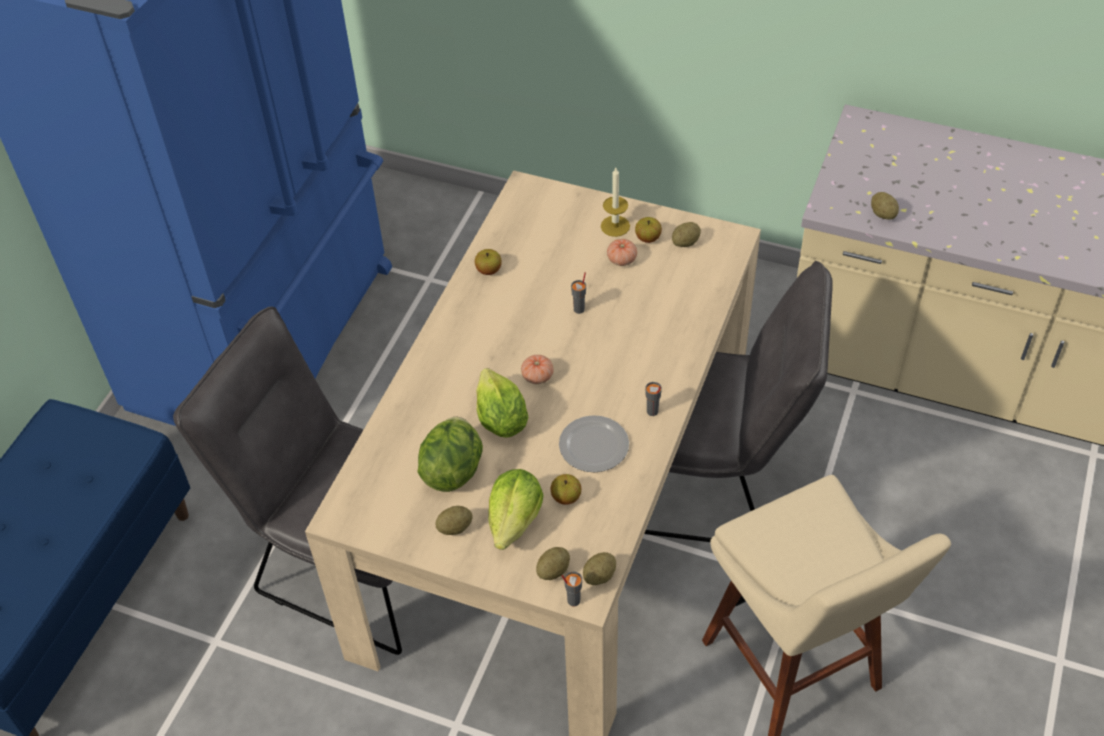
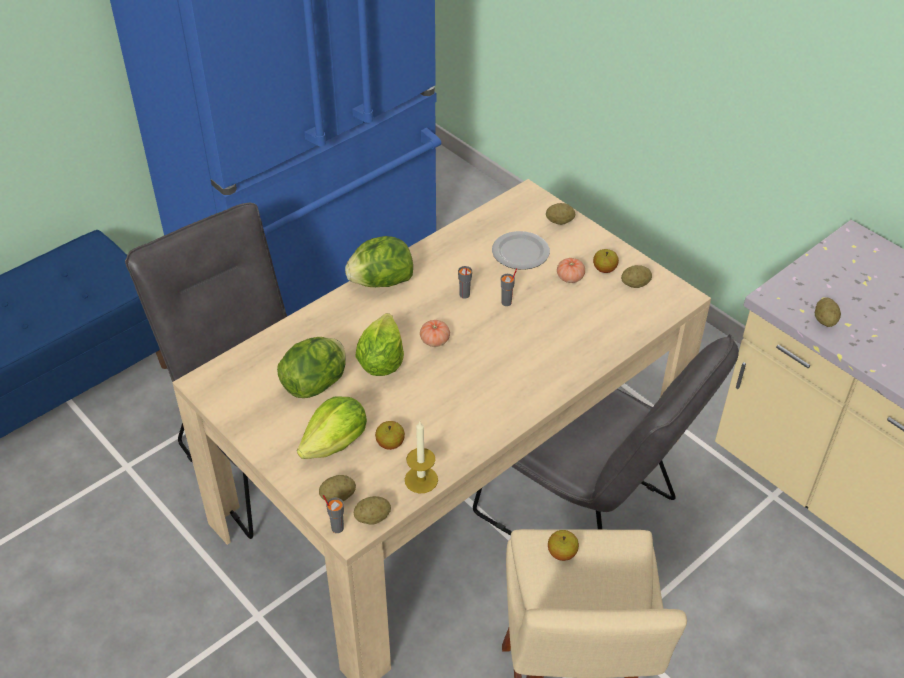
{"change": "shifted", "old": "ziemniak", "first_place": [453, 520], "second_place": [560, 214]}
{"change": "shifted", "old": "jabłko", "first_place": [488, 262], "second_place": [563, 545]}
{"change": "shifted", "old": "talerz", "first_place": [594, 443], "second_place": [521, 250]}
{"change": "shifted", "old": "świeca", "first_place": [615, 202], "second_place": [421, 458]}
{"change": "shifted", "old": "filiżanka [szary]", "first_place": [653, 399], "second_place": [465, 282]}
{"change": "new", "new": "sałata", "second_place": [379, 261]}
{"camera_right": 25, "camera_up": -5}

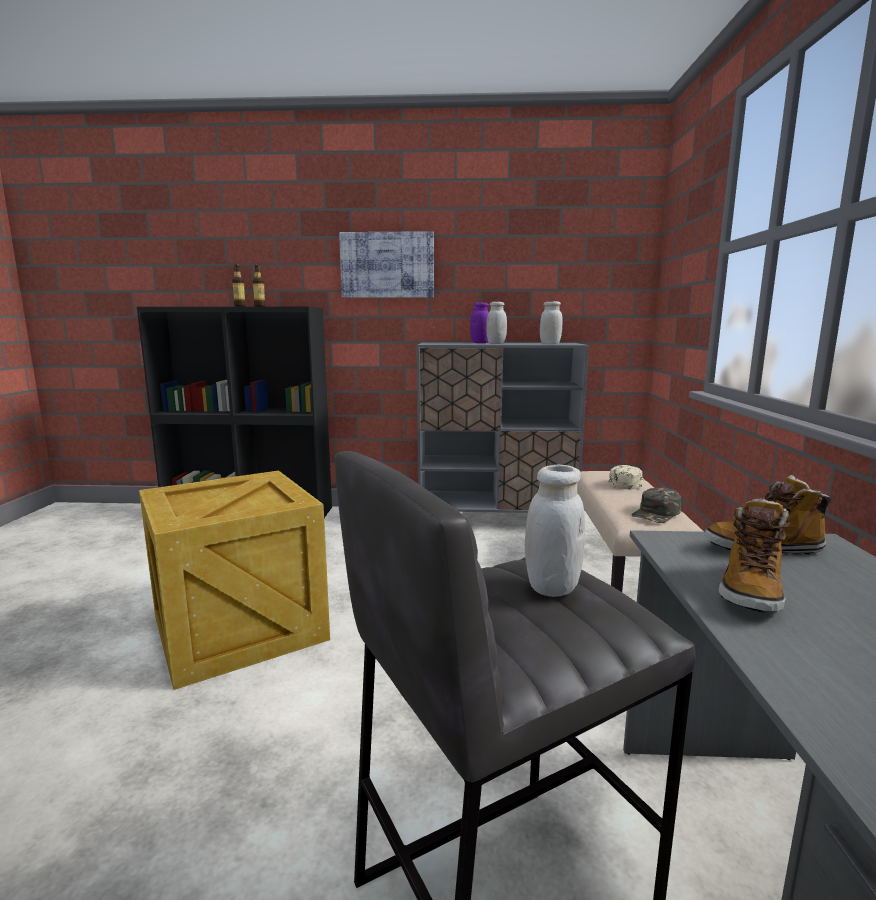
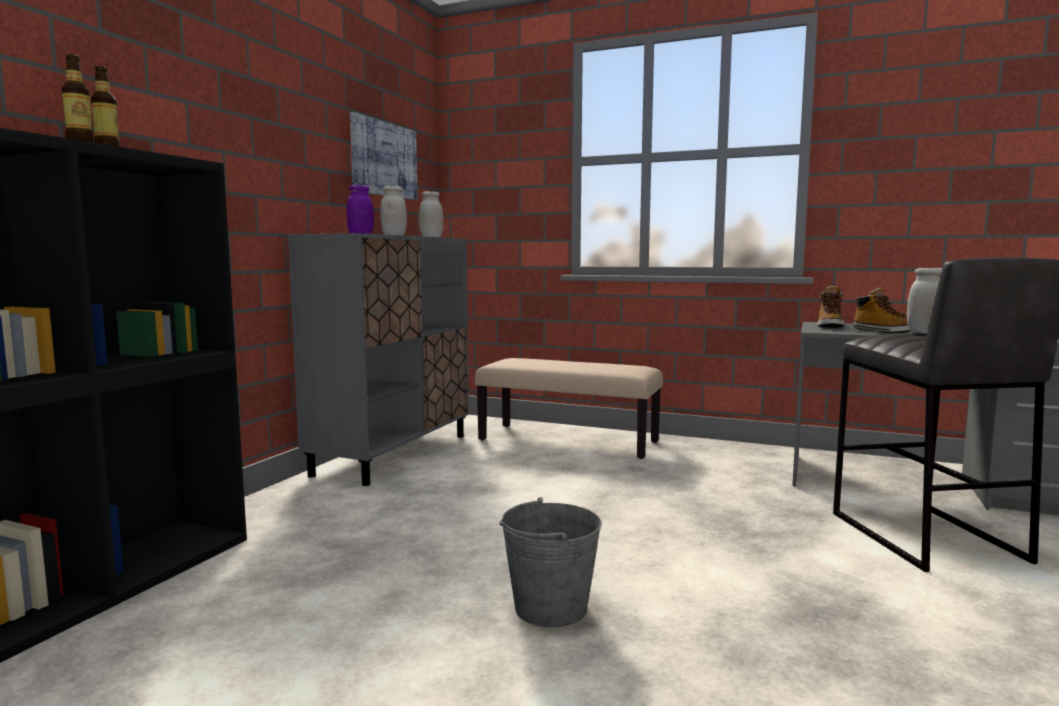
{"change": "swapped", "old": "skrzynka", "new": "wiadro [szary]", "first_place": [234, 580], "second_place": [551, 562]}
{"change": "shifted", "old": "obraz", "first_place": [386, 264], "second_place": [384, 156]}
{"change": "gone", "old": "czapka z daszkiem [beżowy]", "first_place": [626, 477]}
{"change": "gone", "old": "czapka z daszkiem [zielony]", "first_place": [656, 505]}
{"camera_right": -70, "camera_up": -5}

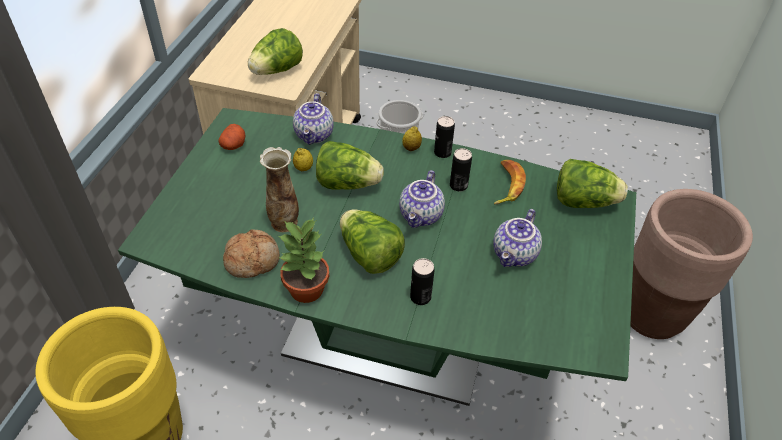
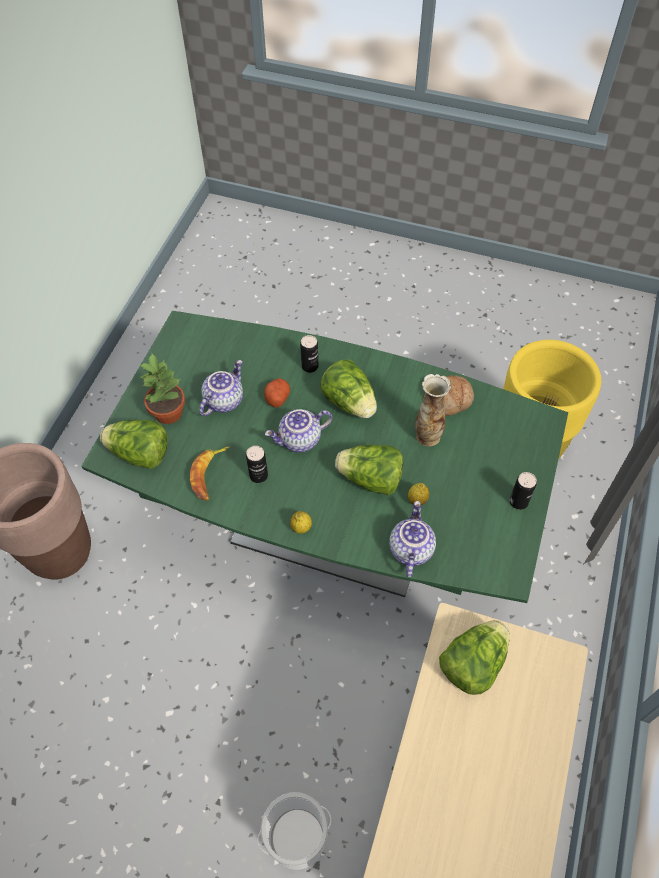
{"change": "shifted", "old": "ziemniak", "first_place": [232, 137], "second_place": [277, 392]}
{"change": "shifted", "old": "roślina doniczkowa", "first_place": [303, 260], "second_place": [162, 389]}
{"change": "rotated", "old": "imbryk", "first_place": [422, 199], "second_place": [299, 431], "degrees": -135}
{"change": "shifted", "old": "puszka", "first_place": [444, 137], "second_place": [523, 491]}
{"camera_right": -175, "camera_up": 10}

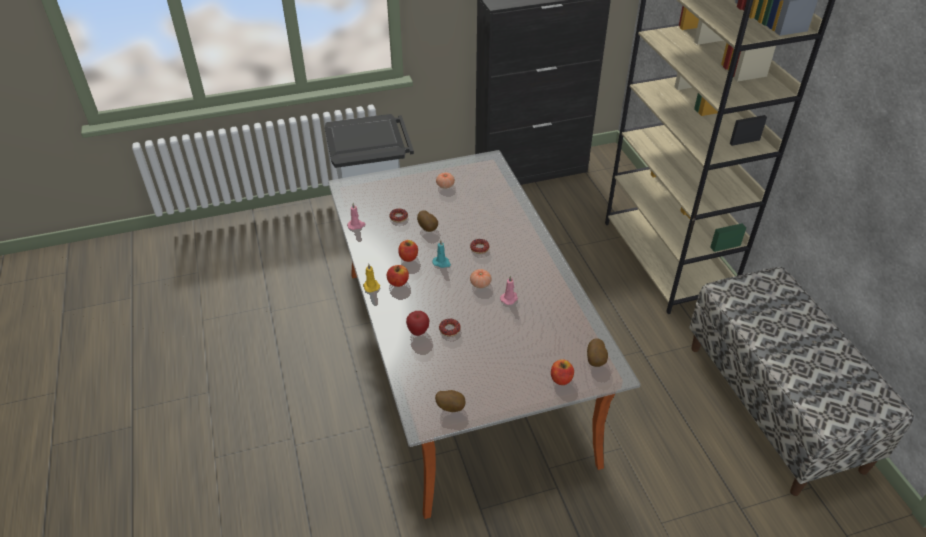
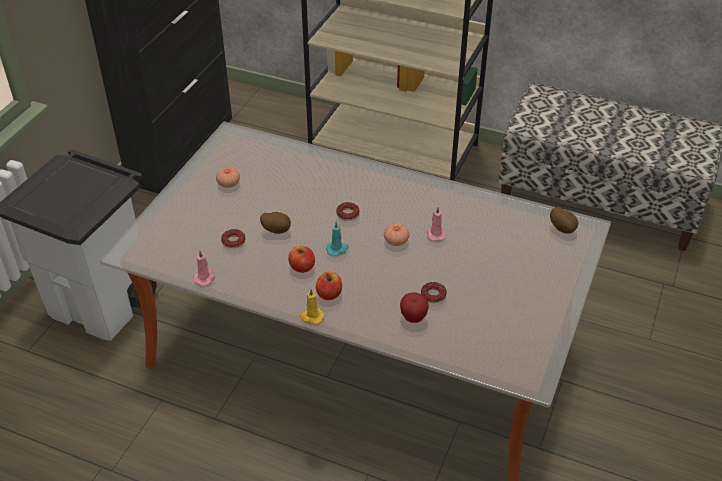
{"change": "gone", "old": "ziemniak", "first_place": [450, 401]}
{"change": "gone", "old": "jabłko", "first_place": [562, 372]}
{"camera_right": -50, "camera_up": 0}

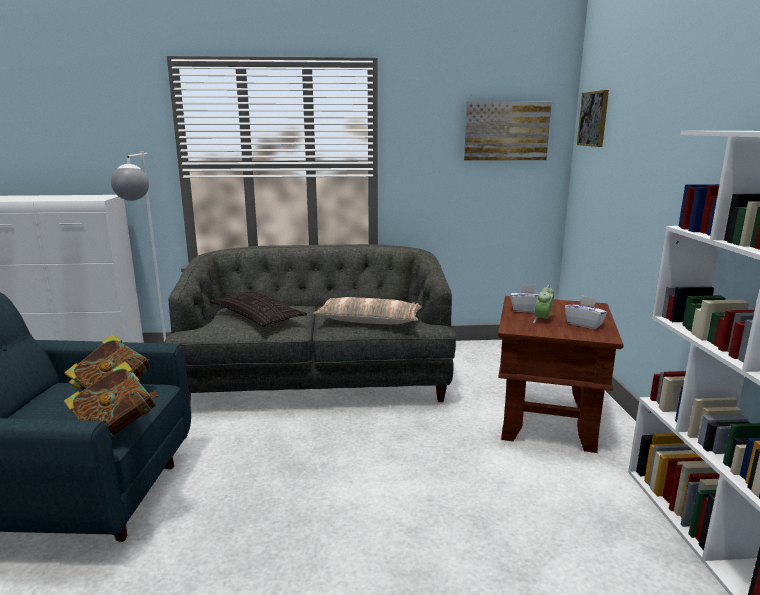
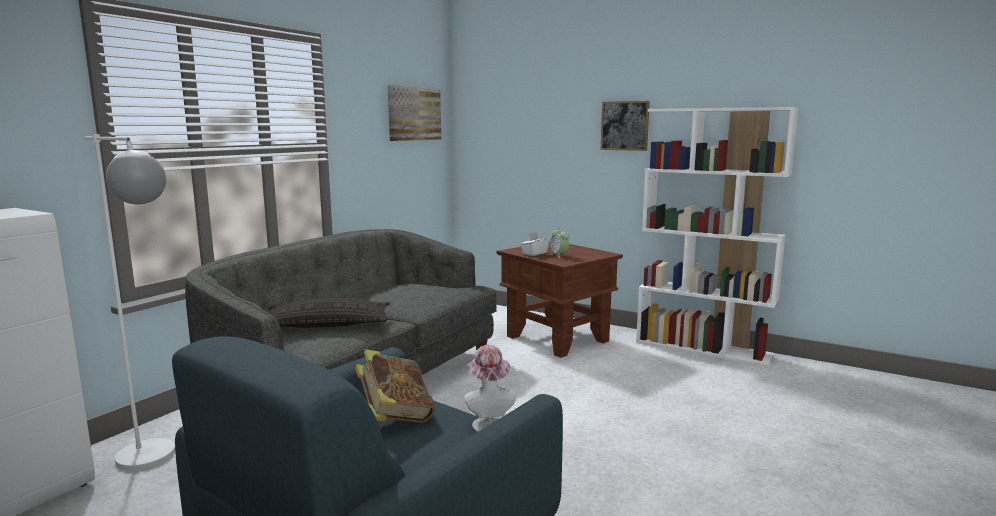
{"change": "swapped", "old": "książka", "new": "kapelusz", "first_place": [111, 400], "second_place": [490, 388]}
{"change": "gone", "old": "poduszka", "first_place": [367, 310]}
{"change": "gone", "old": "pudełko chusteczek [biały]", "first_place": [586, 312]}
{"change": "shifted", "old": "obraz", "first_place": [593, 118], "second_place": [625, 126]}
{"camera_right": -55, "camera_up": -5}

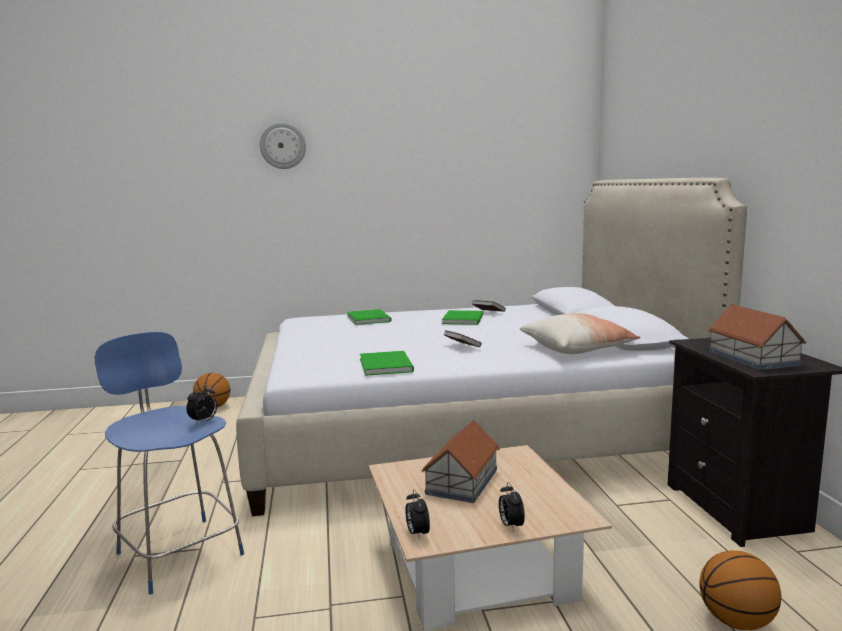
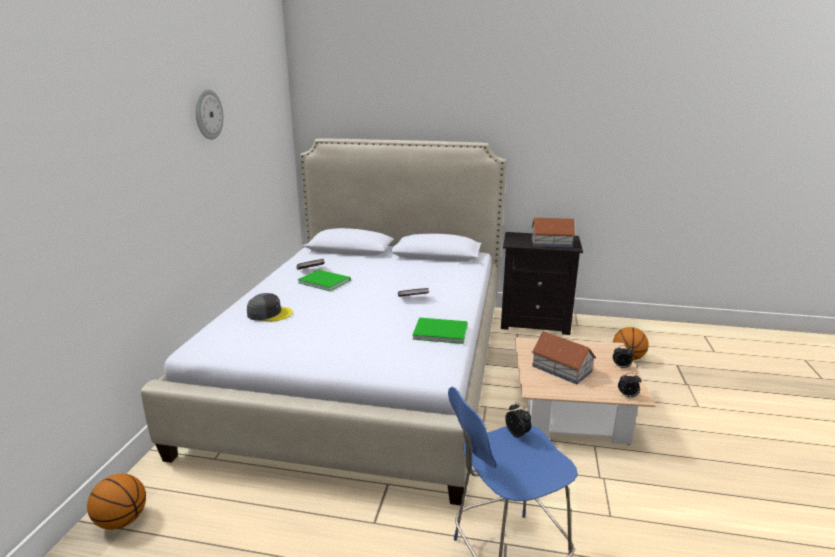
{"change": "shifted", "old": "zegar ścienny", "first_place": [283, 145], "second_place": [209, 114]}
{"change": "swapped", "old": "książka [zielony]", "new": "czapka z daszkiem [szary]", "first_place": [369, 317], "second_place": [270, 307]}
{"change": "gone", "old": "poduszka", "first_place": [580, 333]}
{"camera_right": -70, "camera_up": 10}

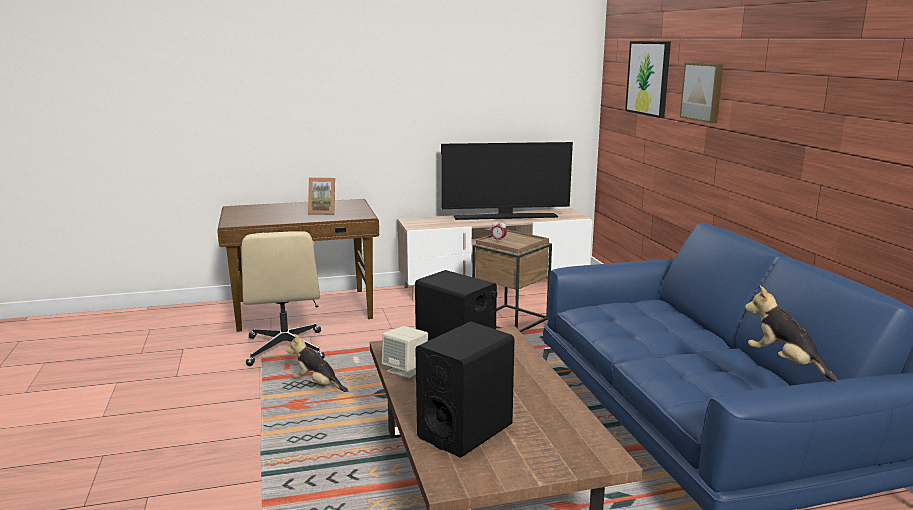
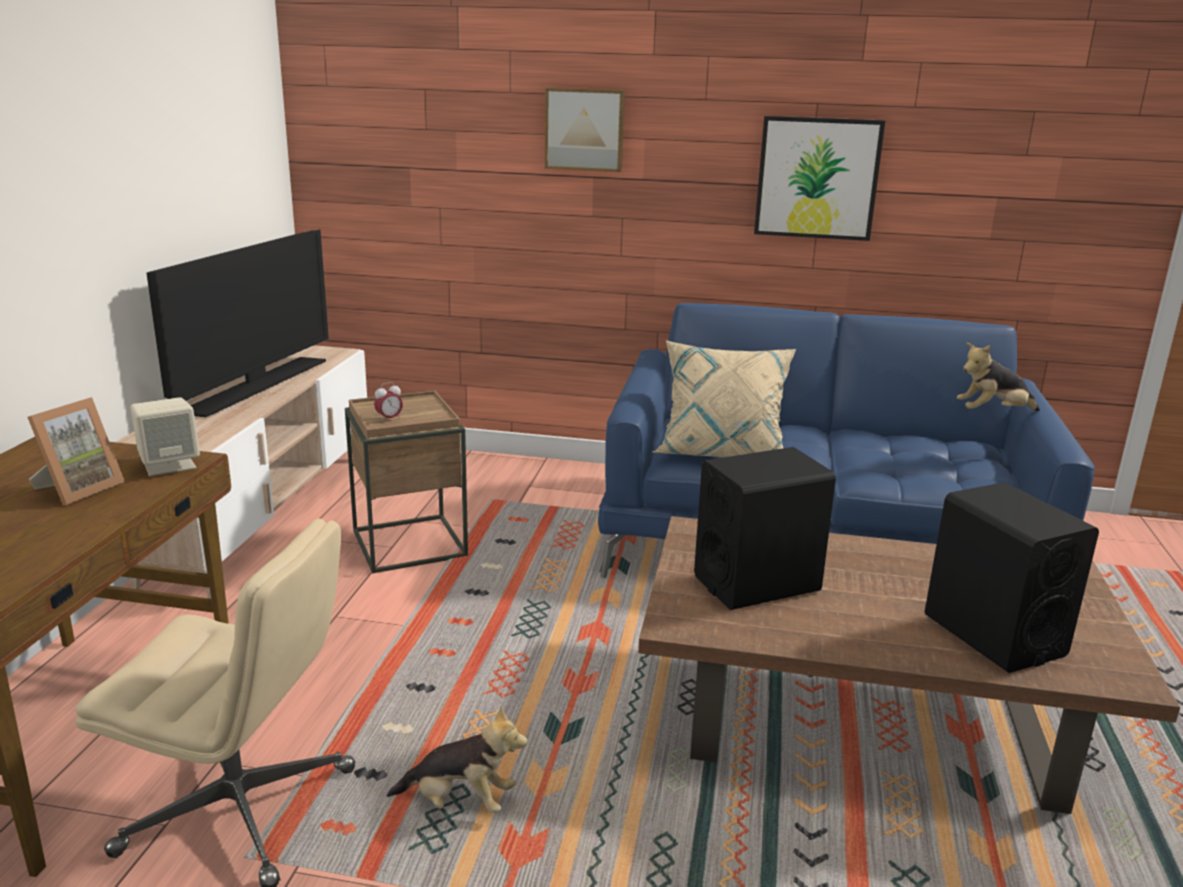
{"change": "rotated", "old": "pluszak", "first_place": [317, 363], "second_place": [457, 759], "degrees": -135}
{"change": "shifted", "old": "głośnik [beżowy]", "first_place": [405, 352], "second_place": [165, 436]}
{"change": "shifted", "old": "obraz", "first_place": [648, 79], "second_place": [819, 178]}
{"change": "new", "new": "poduszka [beżowy]", "second_place": [724, 398]}
{"camera_right": -65, "camera_up": 5}

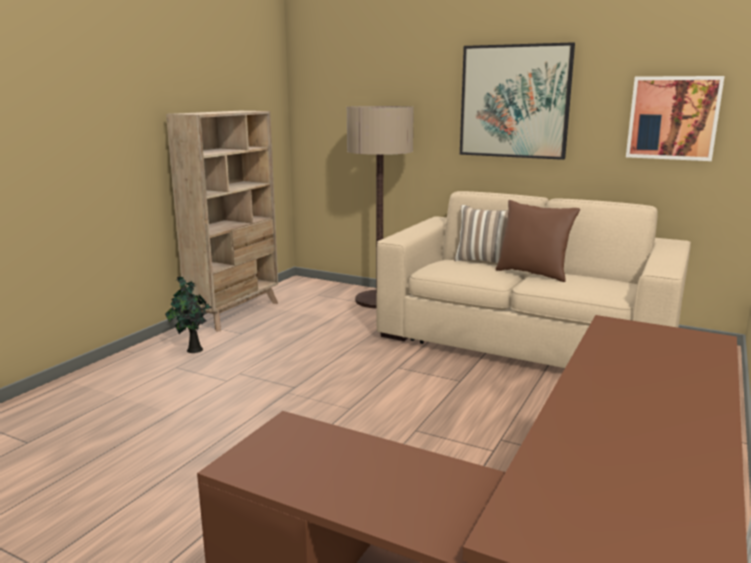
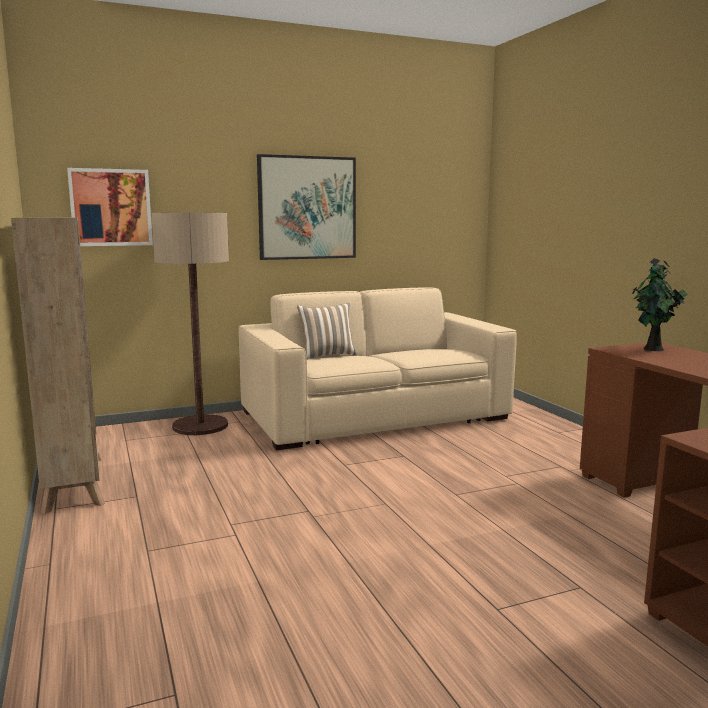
{"change": "shifted", "old": "roślina doniczkowa", "first_place": [188, 315], "second_place": [660, 304]}
{"change": "gone", "old": "poduszka [brązowy]", "first_place": [538, 241]}
{"change": "shifted", "old": "obraz", "first_place": [675, 118], "second_place": [110, 207]}
{"camera_right": -50, "camera_up": -5}

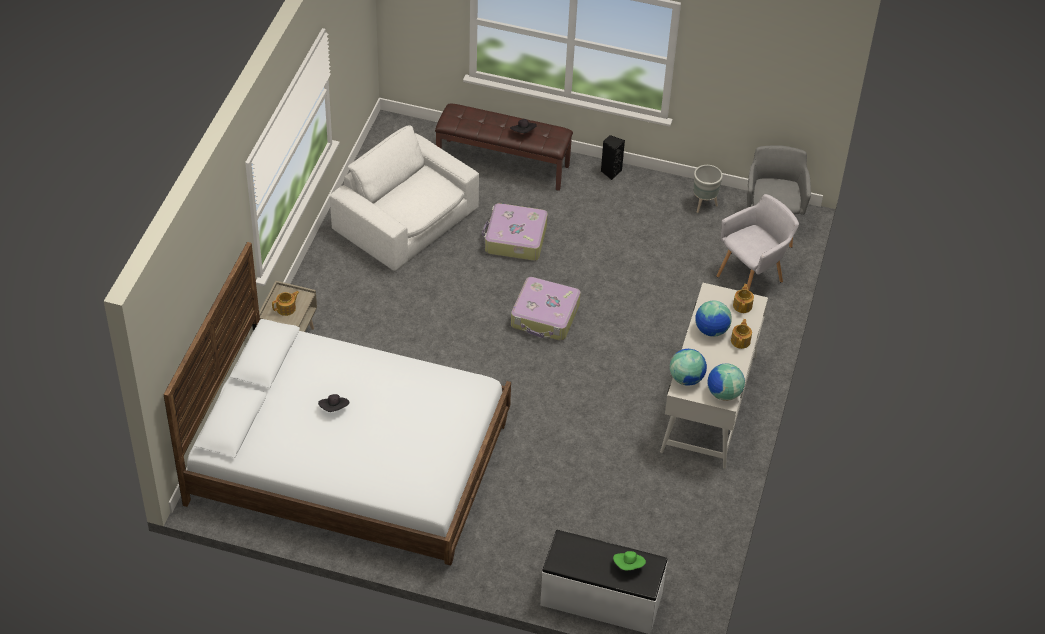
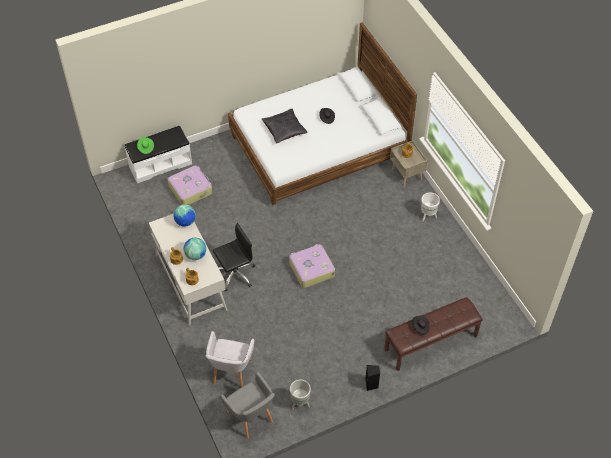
{"change": "gone", "old": "fotel [biały]", "first_place": [404, 198]}
{"change": "shifted", "old": "walizka", "first_place": [515, 232], "second_place": [190, 185]}
{"change": "gone", "old": "globus", "first_place": [726, 382]}
{"change": "new", "new": "krzesło biurowe [czarny]", "second_place": [234, 257]}
{"change": "new", "new": "poduszka [czarny]", "second_place": [285, 126]}
{"change": "new", "new": "donica [biały]", "second_place": [430, 207]}
{"camera_right": 140, "camera_up": 5}

